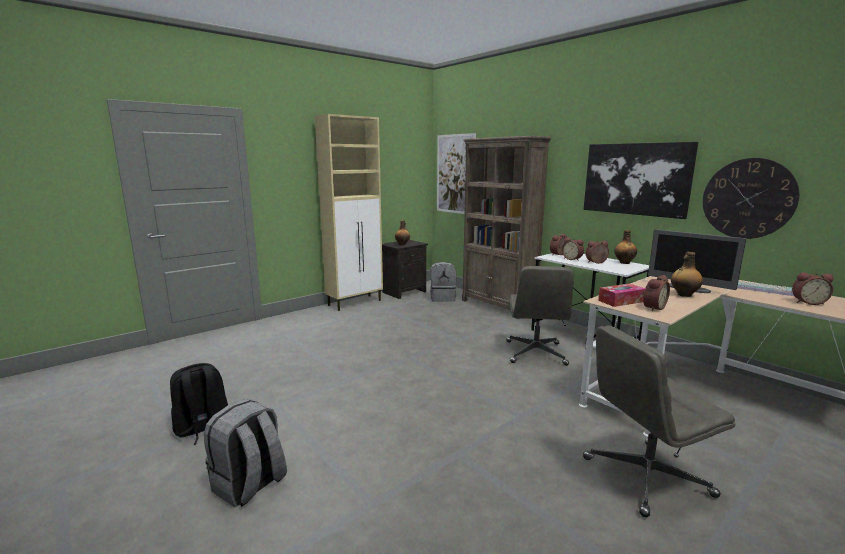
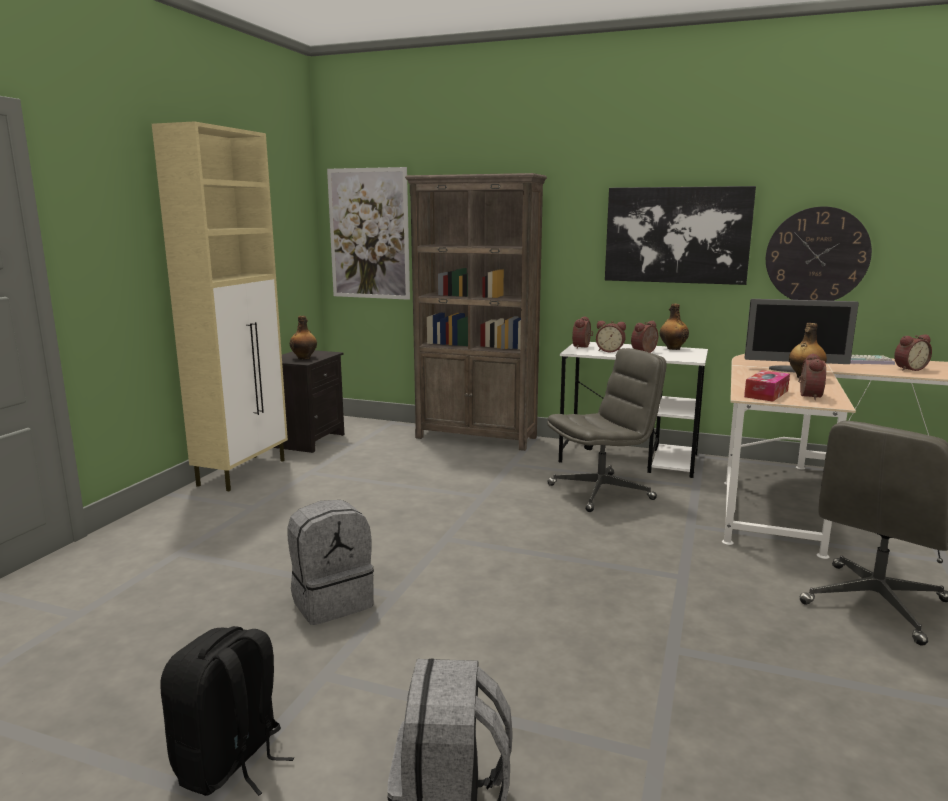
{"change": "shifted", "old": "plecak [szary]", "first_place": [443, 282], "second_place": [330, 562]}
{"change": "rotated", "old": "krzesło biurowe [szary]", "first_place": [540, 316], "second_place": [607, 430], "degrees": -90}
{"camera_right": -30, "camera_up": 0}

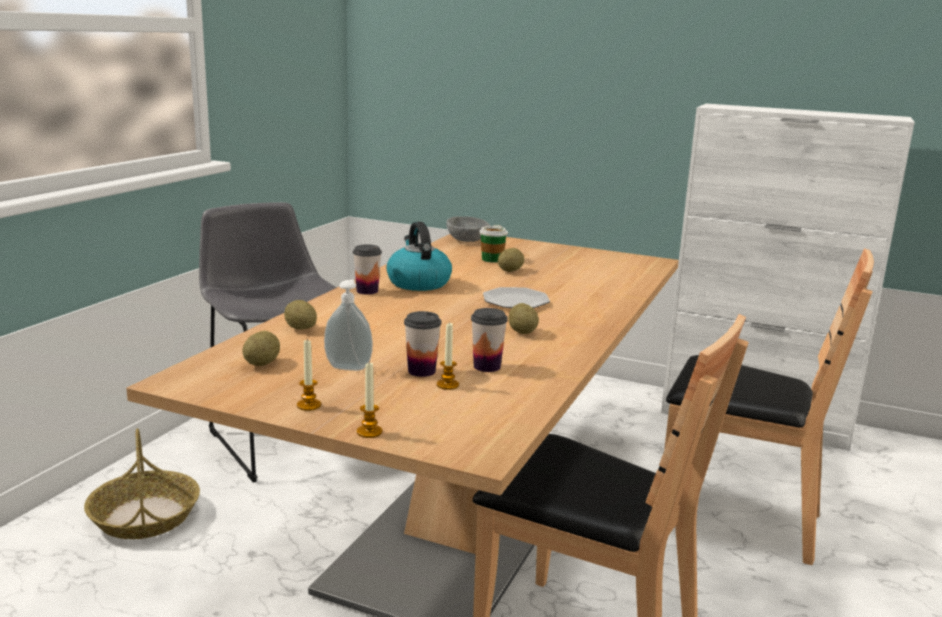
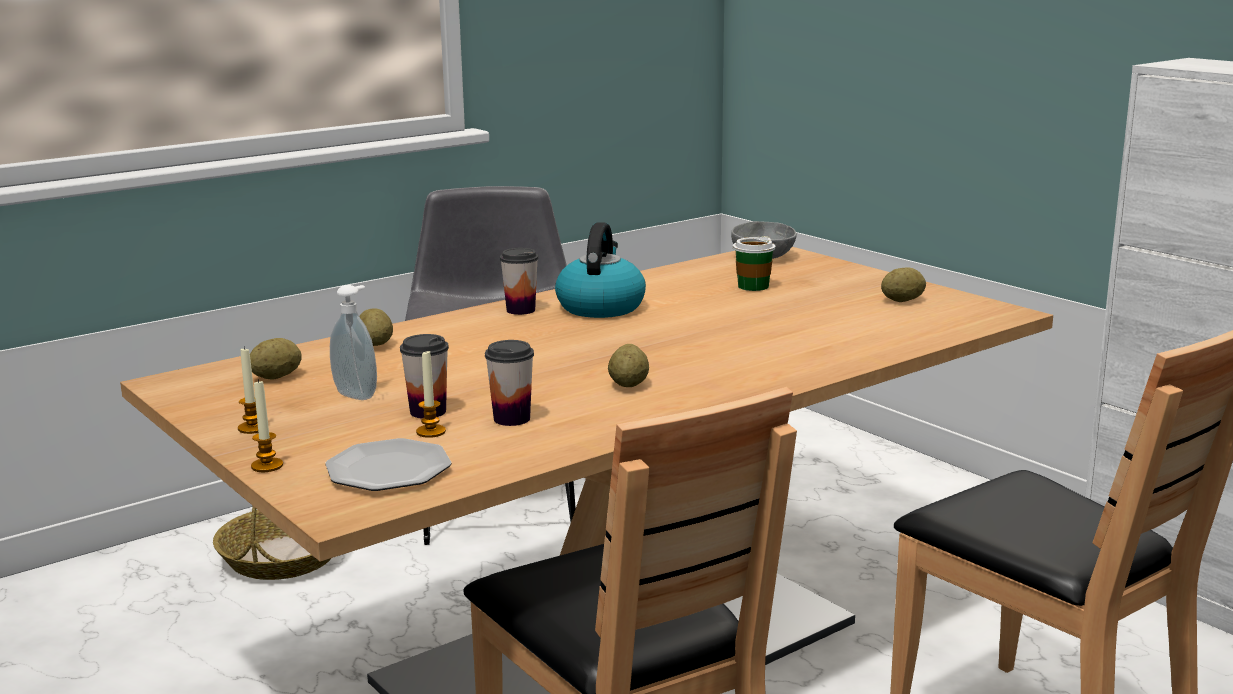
{"change": "shifted", "old": "talerz", "first_place": [516, 297], "second_place": [388, 464]}
{"change": "shifted", "old": "ziemniak", "first_place": [511, 260], "second_place": [903, 284]}
{"camera_right": 30, "camera_up": 0}

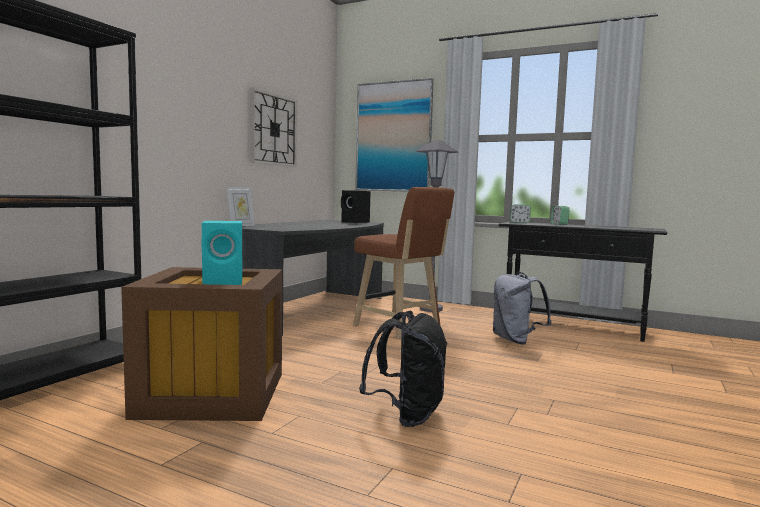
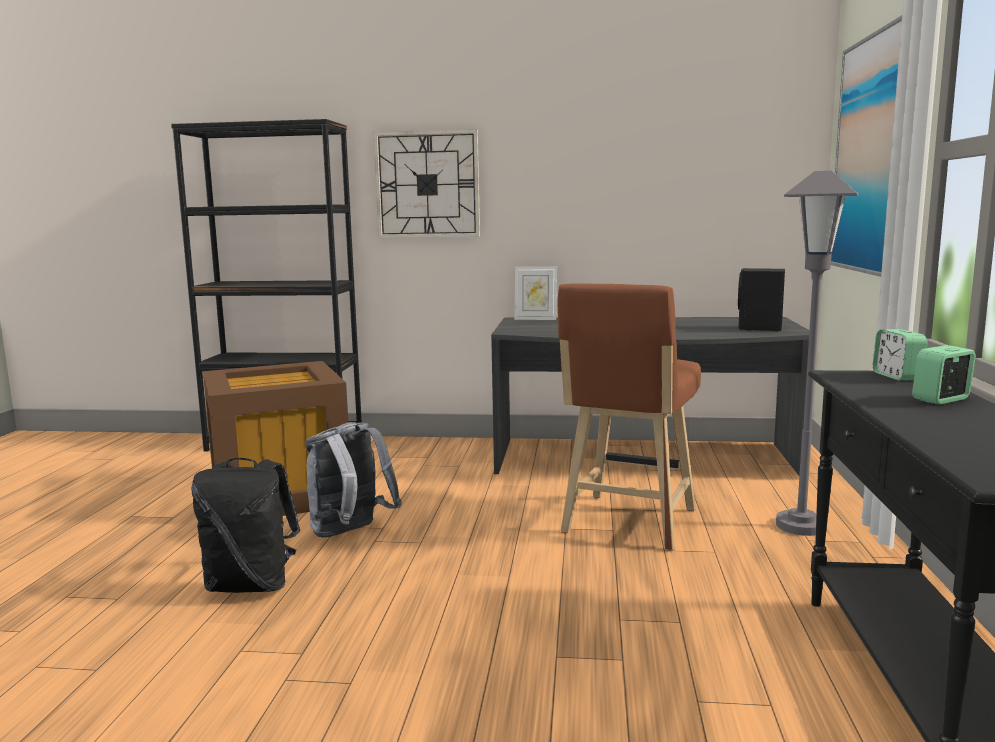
{"change": "gone", "old": "głośnik [turkusowy]", "first_place": [222, 253]}
{"change": "shifted", "old": "zegar ścienny", "first_place": [274, 127], "second_place": [426, 183]}
{"change": "shifted", "old": "plecak [szary]", "first_place": [522, 308], "second_place": [353, 479]}
{"camera_right": 70, "camera_up": 5}

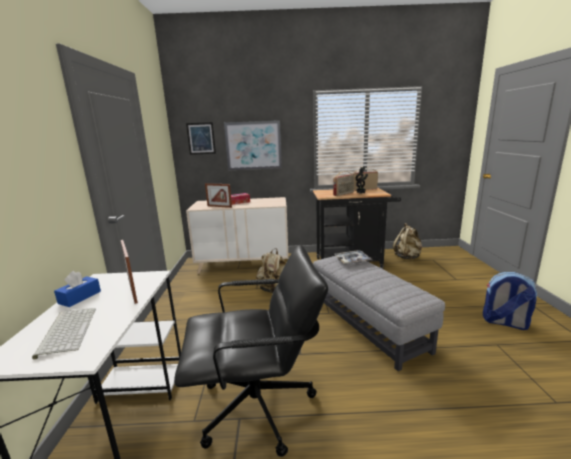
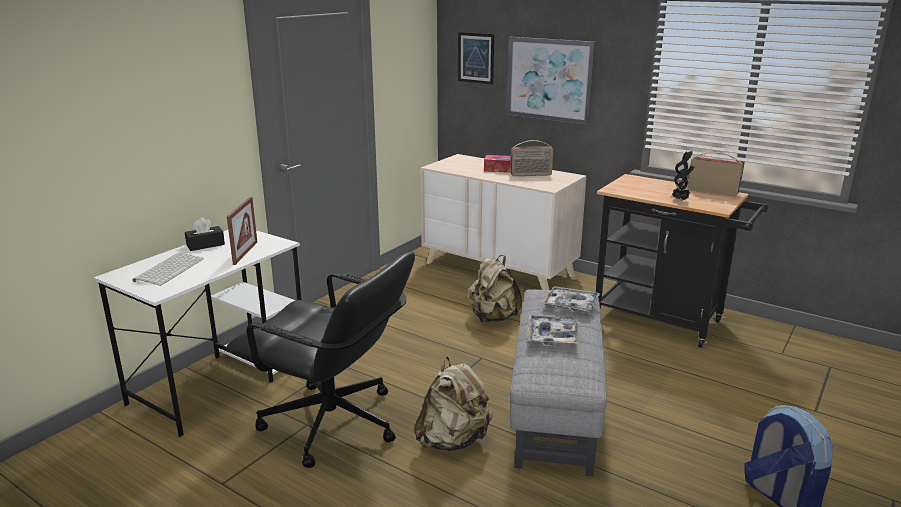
{"change": "repainted", "old": "pudełko chusteczek [niebieski]", "new": "pudełko chusteczek [czarny]", "first_place": [77, 289], "second_place": [205, 234]}
{"change": "gone", "old": "ramka na zdjęcie", "first_place": [218, 195]}
{"change": "shifted", "old": "radio", "first_place": [343, 183], "second_place": [532, 158]}
{"change": "shifted", "old": "plecak [beżowy]", "first_place": [407, 241], "second_place": [453, 403]}
{"change": "new", "new": "taca", "second_place": [553, 330]}
{"camera_right": 35, "camera_up": 5}

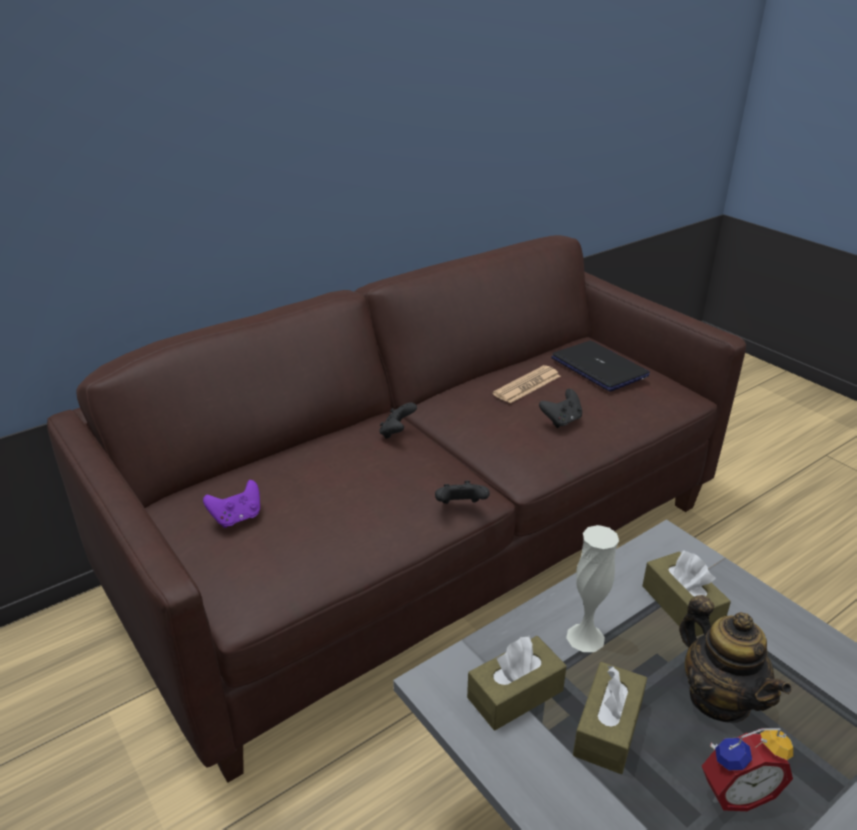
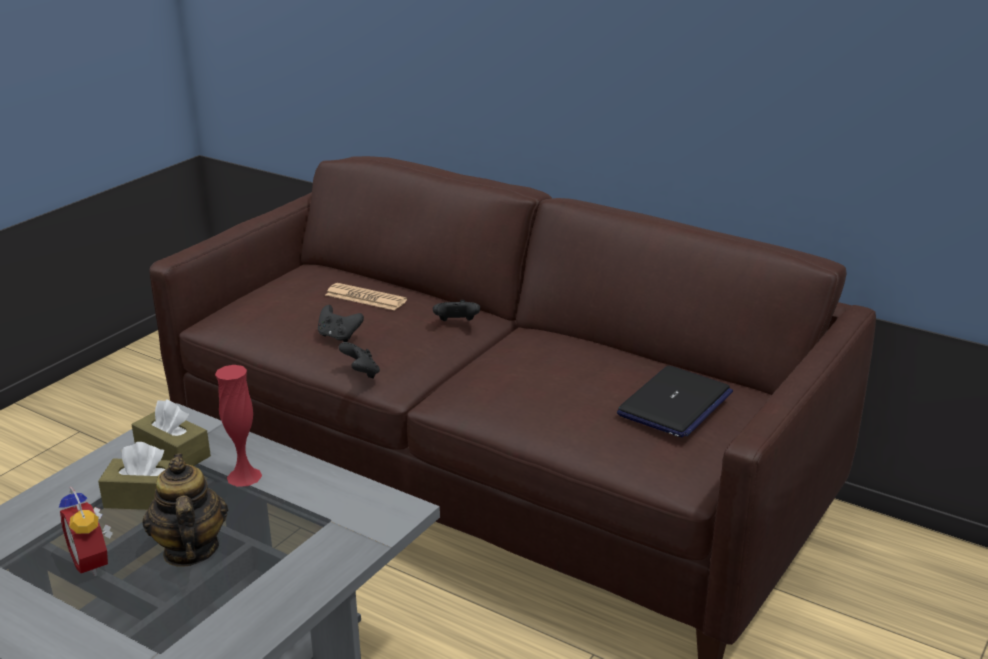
{"change": "gone", "old": "pad do gier [fioletowy]", "first_place": [231, 504]}
{"change": "shifted", "old": "gazeta", "first_place": [526, 384], "second_place": [366, 296]}
{"change": "shifted", "old": "pad do gier [czarny]", "first_place": [560, 408], "second_place": [341, 323]}
{"change": "repainted", "old": "wazon [biały]", "new": "wazon [czerwony]", "first_place": [592, 588], "second_place": [238, 426]}
{"change": "gone", "old": "pudełko chusteczek [brązowy]", "first_place": [686, 593]}
{"change": "rotated", "old": "imbryk", "first_place": [735, 659], "second_place": [185, 509], "degrees": 120}
{"camera_right": 70, "camera_up": -5}

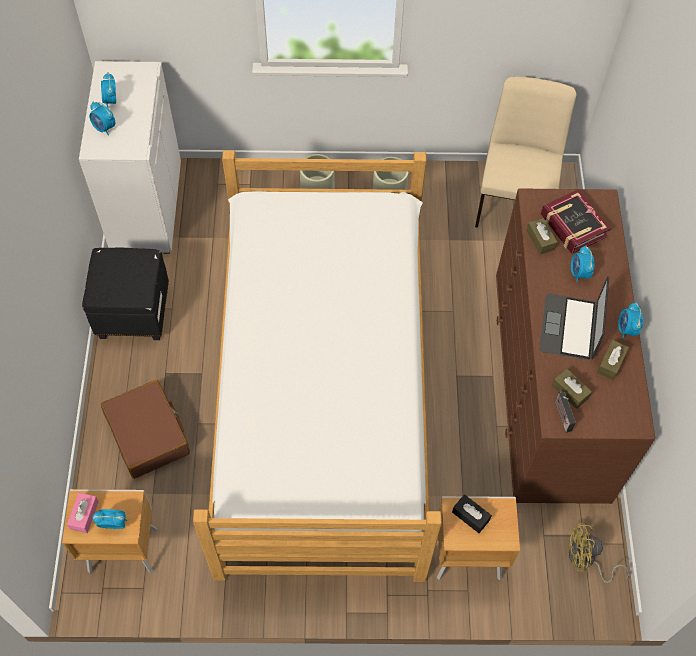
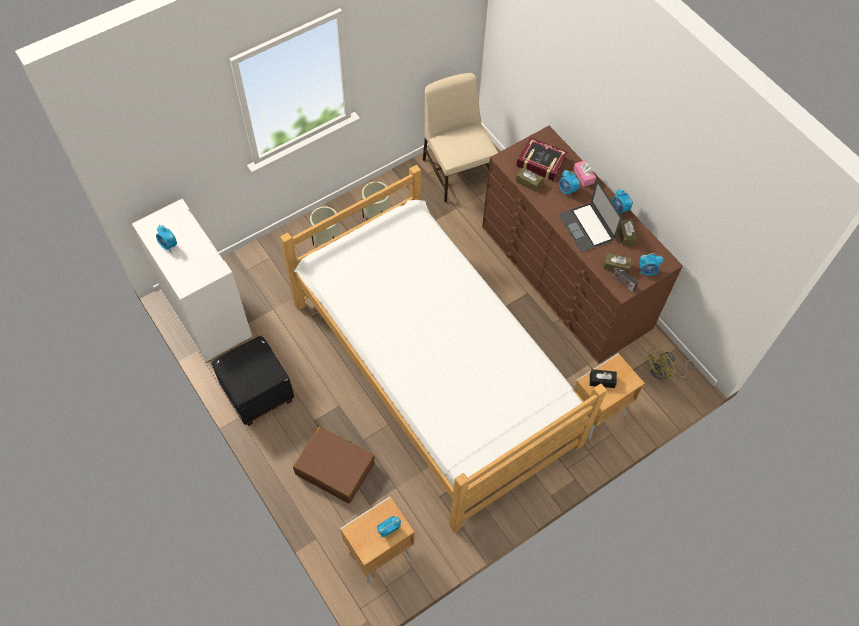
{"change": "shifted", "old": "pudełko chusteczek [różowy]", "first_place": [83, 513], "second_place": [584, 173]}
{"change": "shifted", "old": "budzik", "first_place": [102, 119], "second_place": [651, 264]}
{"camera_right": -35, "camera_up": 0}

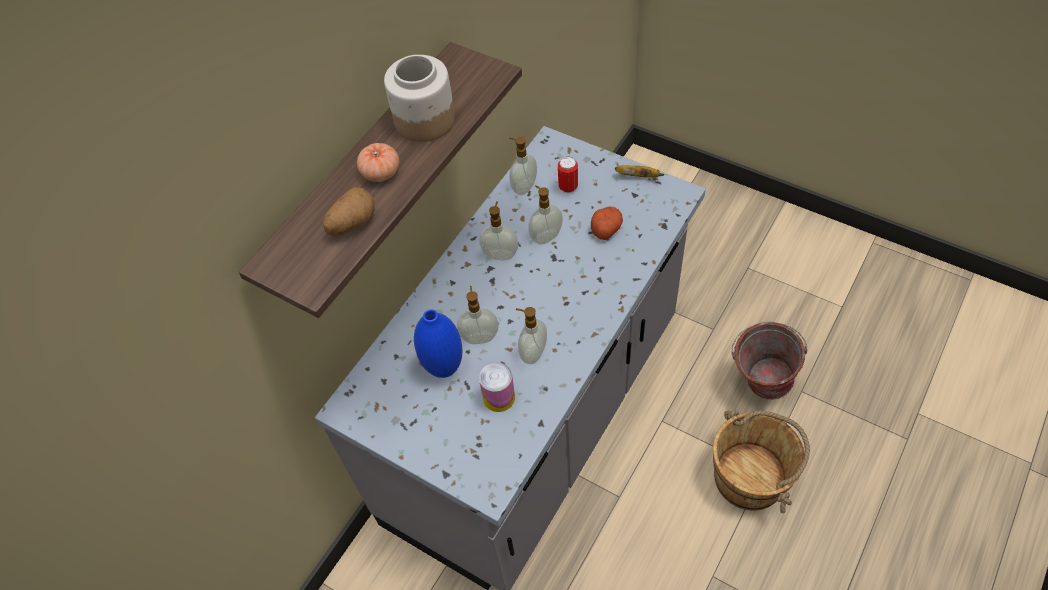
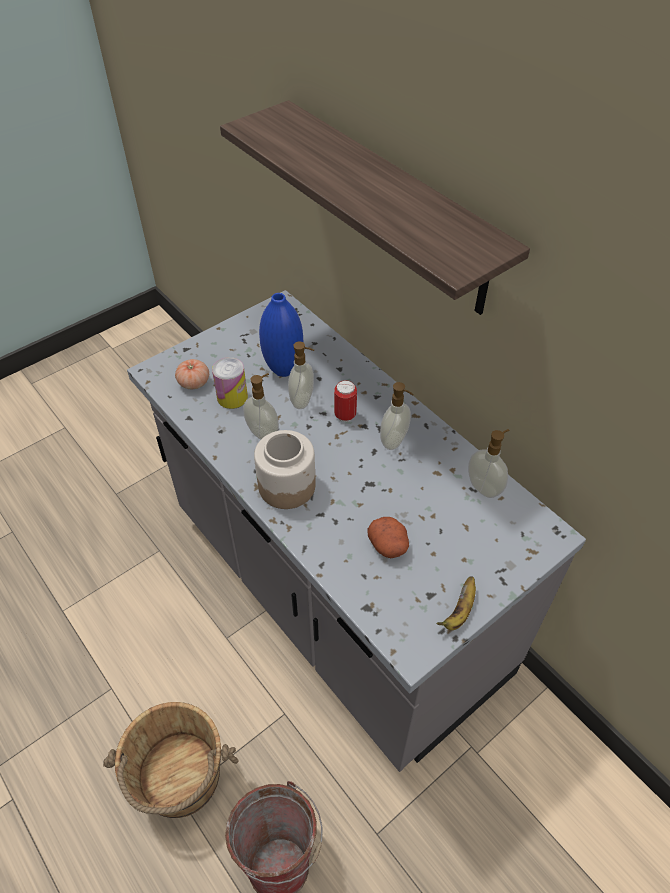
{"change": "gone", "old": "ziemniak", "first_place": [348, 212]}
{"change": "shifted", "old": "pomidor", "first_place": [378, 162], "second_place": [192, 374]}
{"change": "shifted", "old": "słoik", "first_place": [419, 98], "second_place": [285, 469]}
{"change": "gone", "old": "dozownik mydła", "first_place": [545, 215]}
{"change": "shifted", "old": "puszka", "first_place": [568, 174], "second_place": [345, 401]}
{"camera_right": 105, "camera_up": -5}

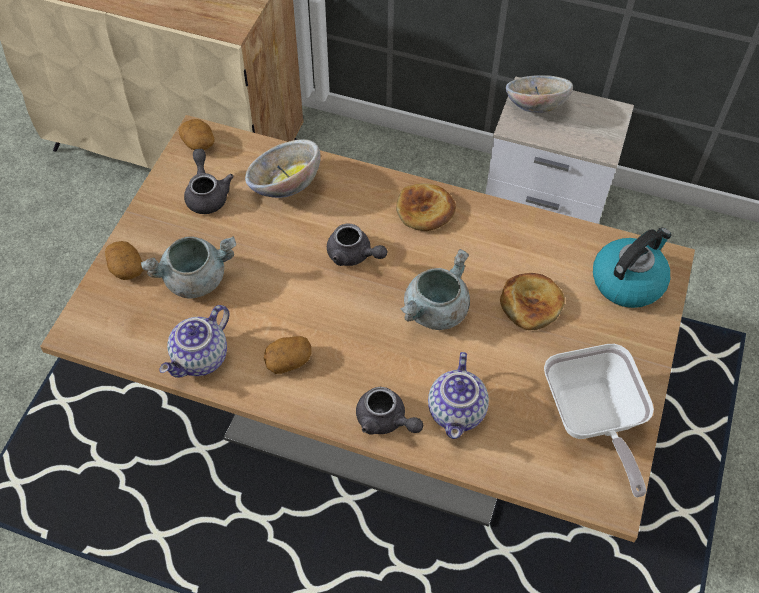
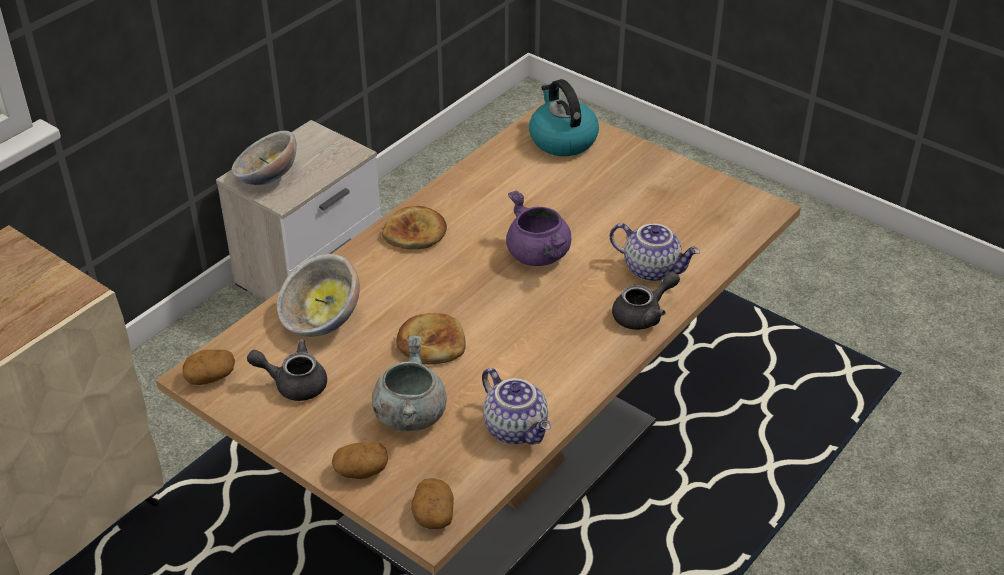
{"change": "shifted", "old": "ziemniak", "first_place": [288, 355], "second_place": [432, 503]}
{"change": "gone", "old": "imbryk [szary]", "first_place": [357, 244]}
{"change": "repainted", "old": "garnek [szary]", "new": "garnek [fioletowy]", "first_place": [435, 289], "second_place": [538, 228]}
{"change": "shifted", "old": "chleb", "first_place": [532, 301], "second_place": [431, 339]}
{"change": "gone", "old": "patelnia", "first_place": [599, 420]}
{"camera_right": -70, "camera_up": -15}

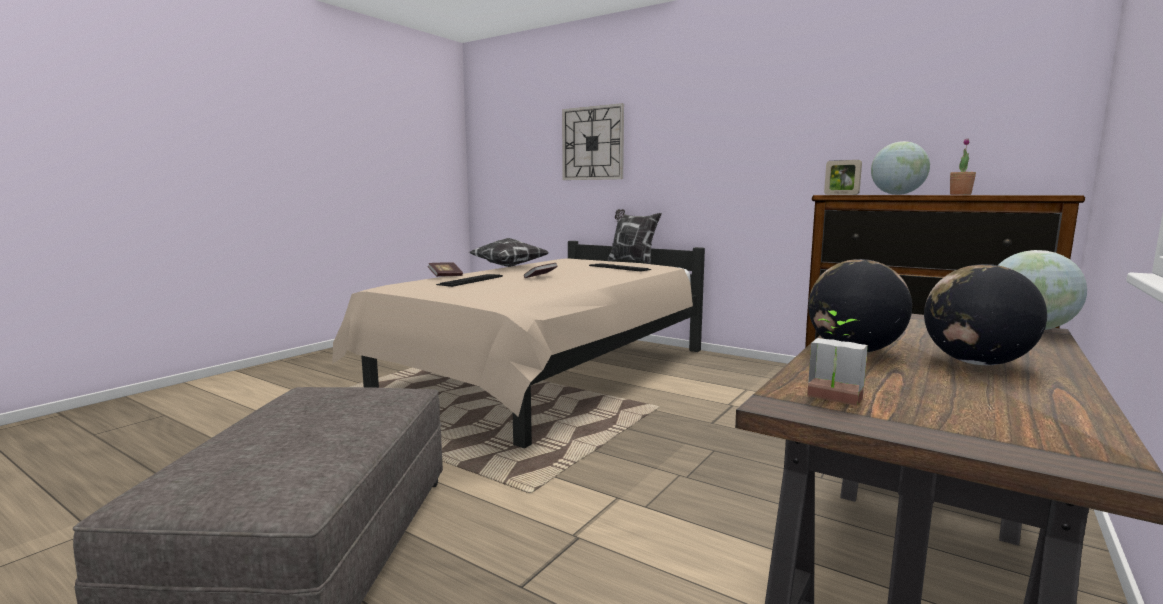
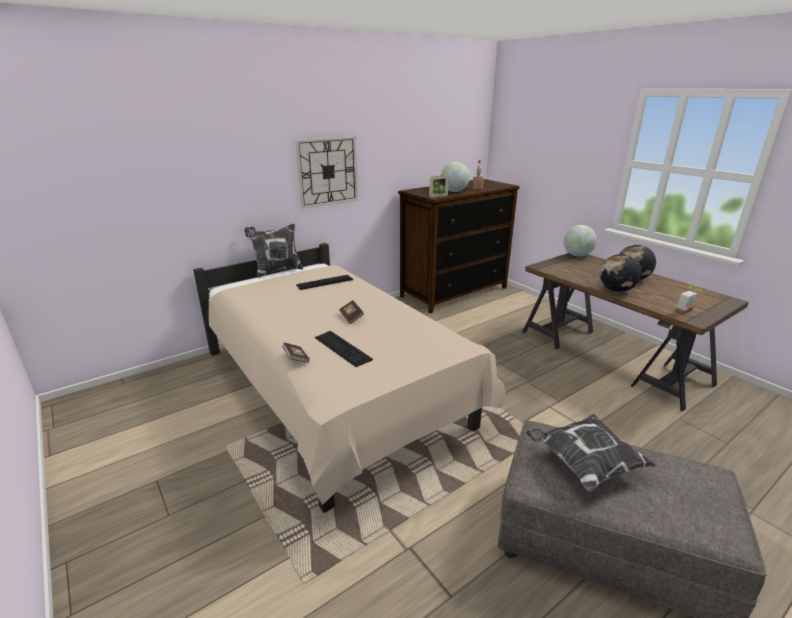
{"change": "shifted", "old": "poduszka", "first_place": [509, 252], "second_place": [591, 452]}
{"change": "shifted", "old": "zegar ścienny", "first_place": [593, 141], "second_place": [326, 172]}
{"camera_right": -70, "camera_up": 15}

